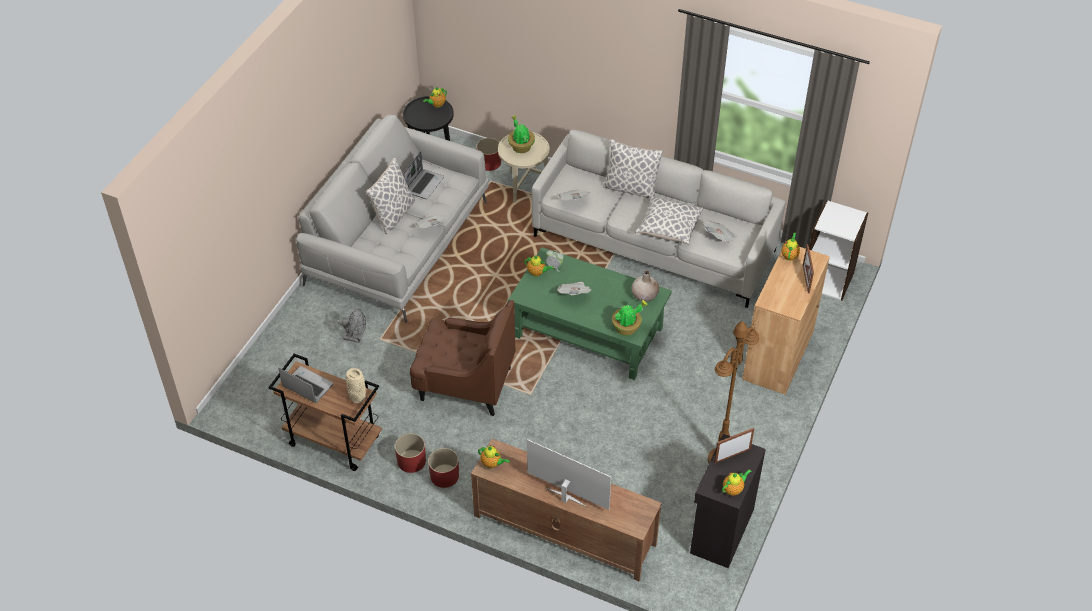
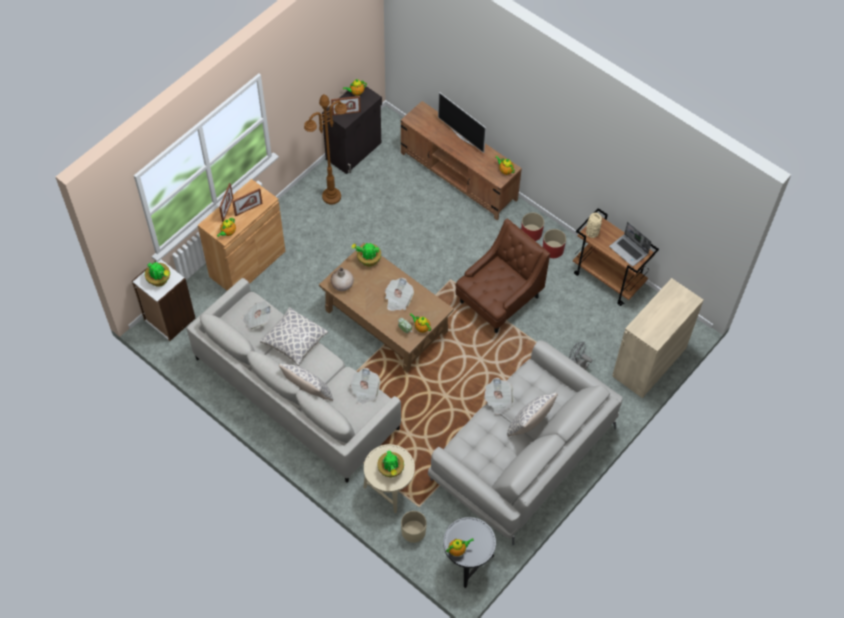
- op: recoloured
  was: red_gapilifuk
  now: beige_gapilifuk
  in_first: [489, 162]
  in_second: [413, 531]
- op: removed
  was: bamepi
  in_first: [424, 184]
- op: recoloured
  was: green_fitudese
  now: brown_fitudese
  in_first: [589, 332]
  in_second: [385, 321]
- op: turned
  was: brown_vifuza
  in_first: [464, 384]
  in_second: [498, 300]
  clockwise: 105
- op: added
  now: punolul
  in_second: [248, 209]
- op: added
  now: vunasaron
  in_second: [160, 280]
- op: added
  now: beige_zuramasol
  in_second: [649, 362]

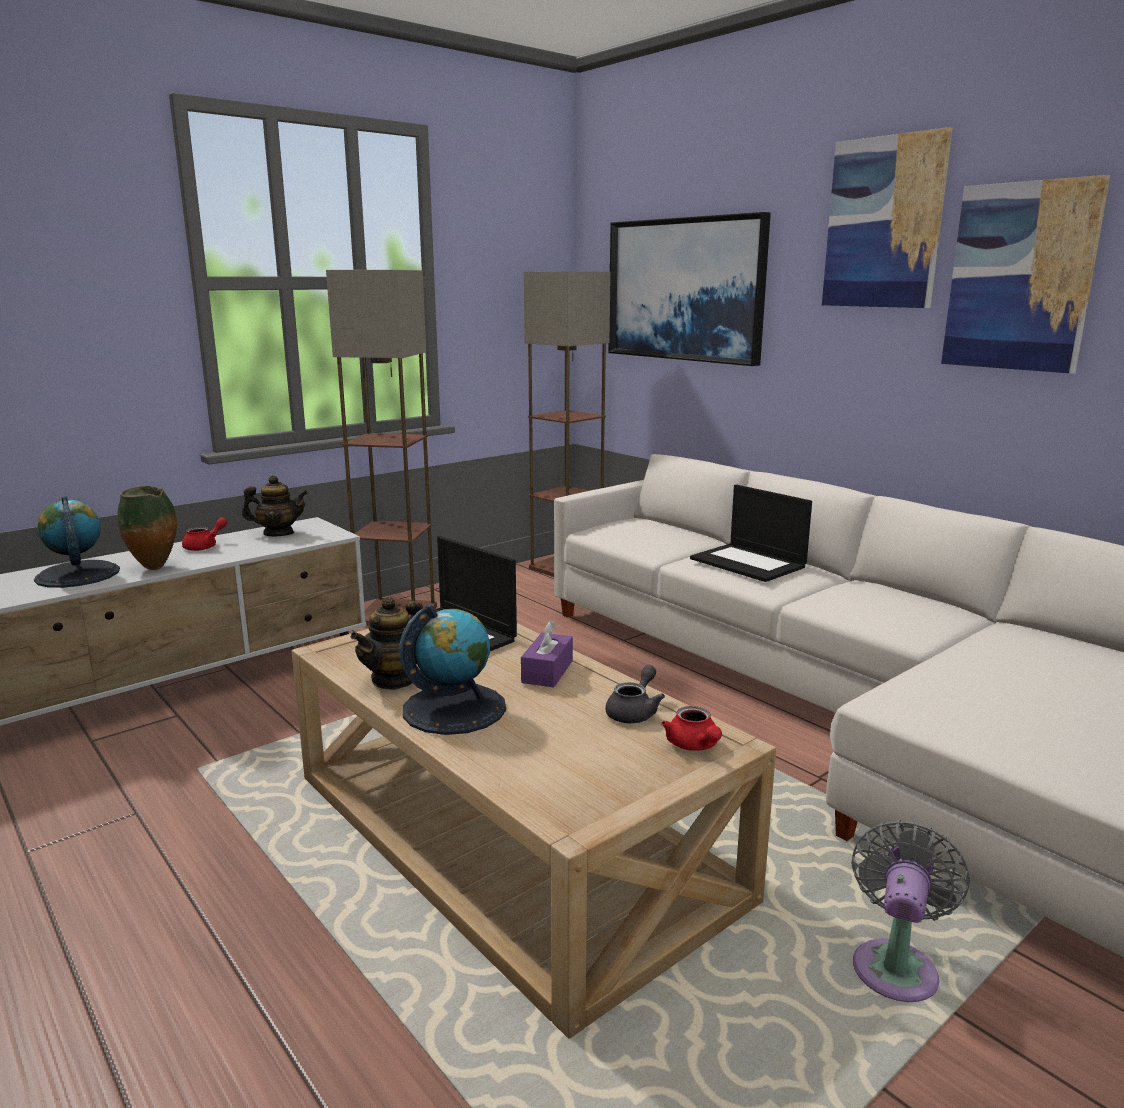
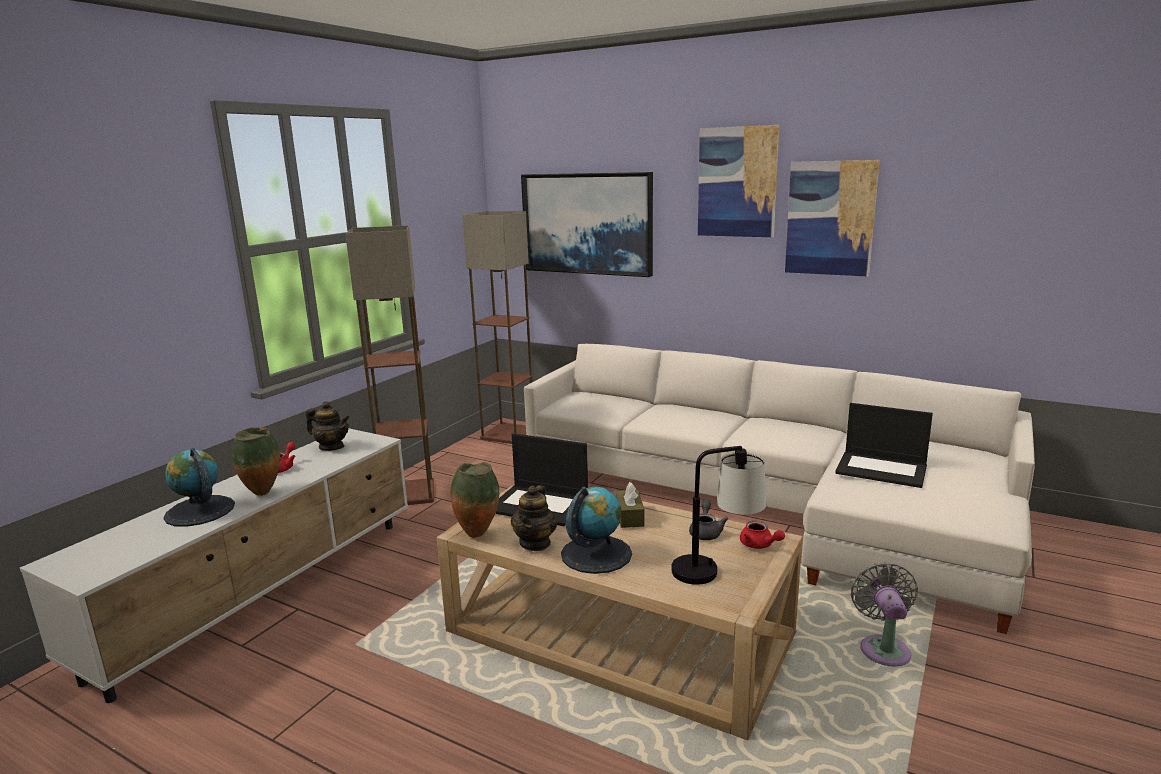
- op: turned
  was: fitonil
  in_first: [278, 533]
  in_second: [331, 447]
  clockwise: 45
- op: moved
  was: bamepi
  in_first: [749, 563]
  in_second: [882, 469]
- op: recoloured
  was: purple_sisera
  now: brown_sisera
  in_first: [547, 672]
  in_second: [629, 516]
- op: added
  now: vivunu
  in_second: [716, 570]
- op: added
  now: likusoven
  in_second: [477, 534]

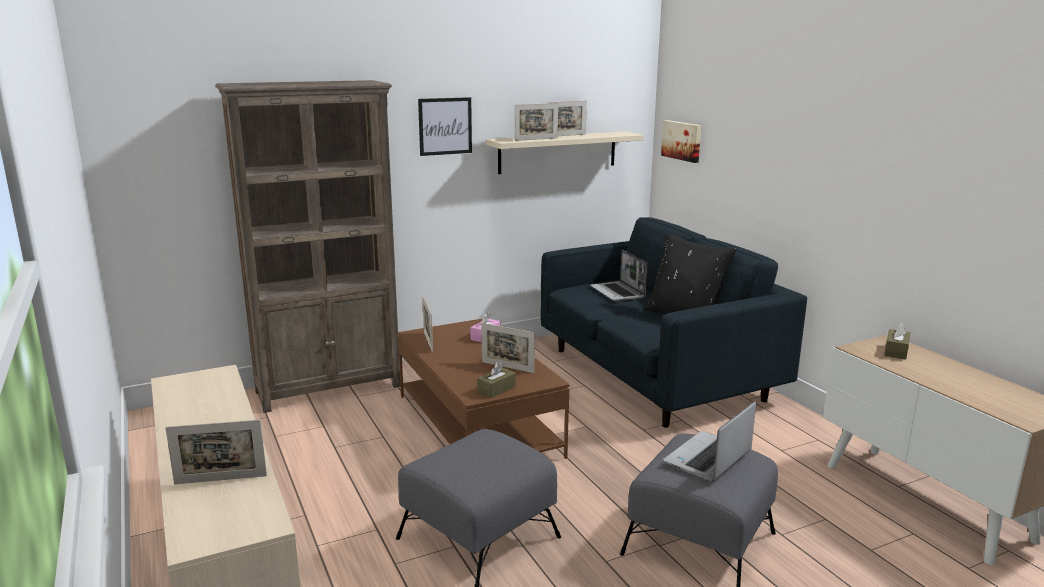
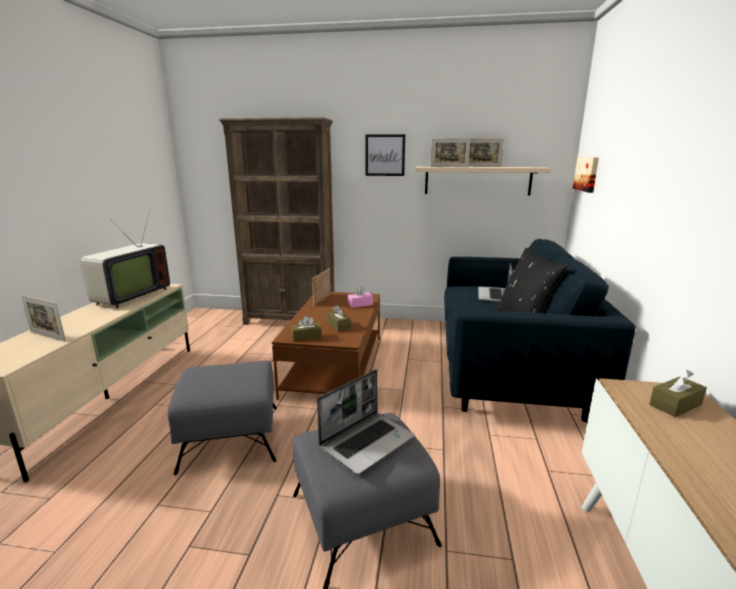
- op: replaced
  was: punolul
  now: brown_sisera
  in_first: [507, 367]
  in_second: [339, 325]
- op: turned
  was: bamepi
  in_first: [708, 459]
  in_second: [367, 442]
  clockwise: 150
- op: added
  now: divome
  in_second: [129, 296]

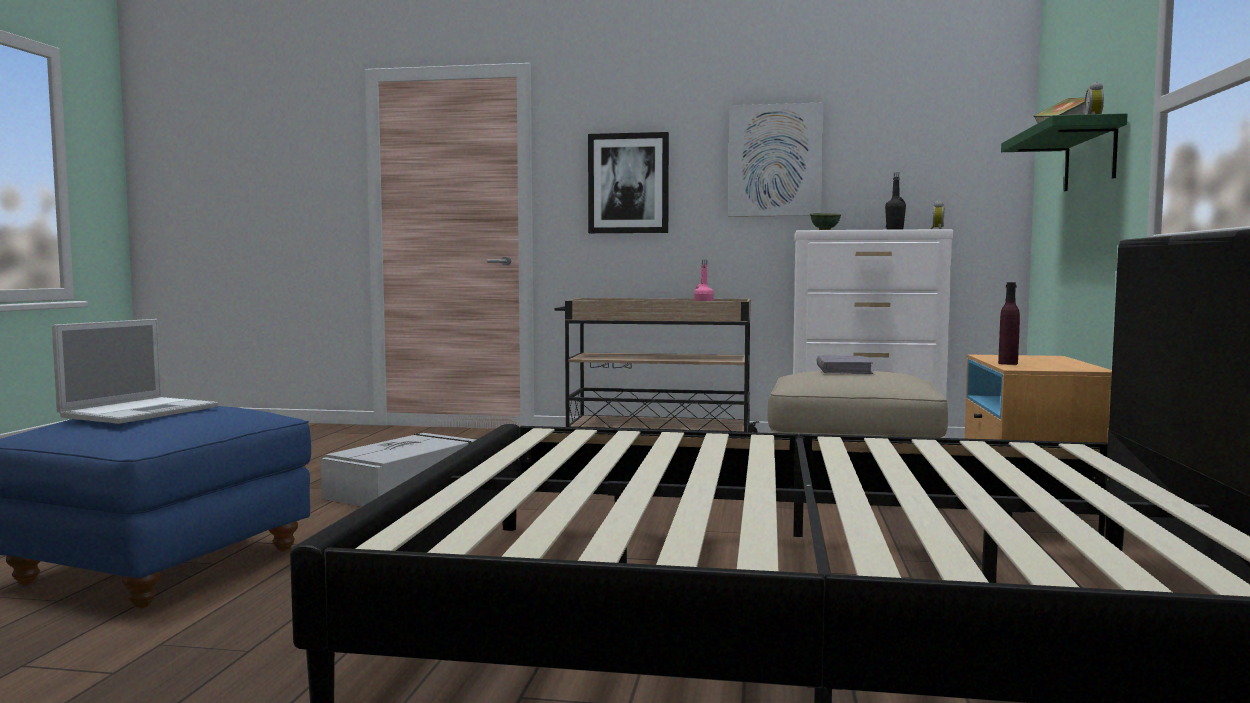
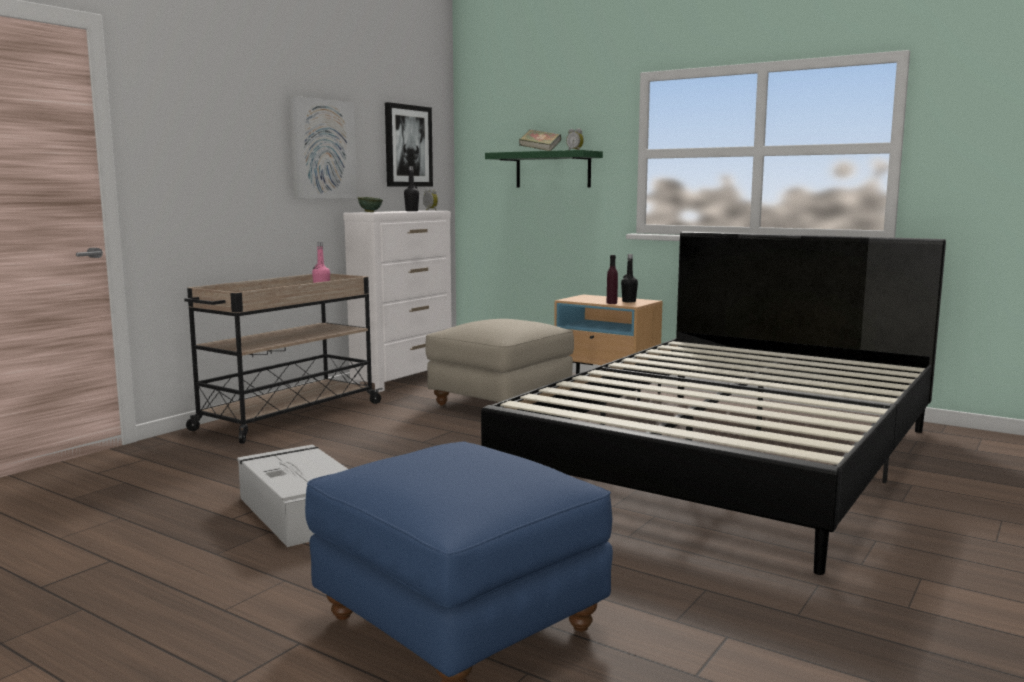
- op: moved
  was: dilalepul
  in_first: [628, 183]
  in_second: [408, 146]
- op: removed
  was: bamepi
  in_first: [142, 411]
- op: removed
  was: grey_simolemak
  in_first: [843, 369]
- op: added
  now: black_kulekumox
  in_second: [629, 301]

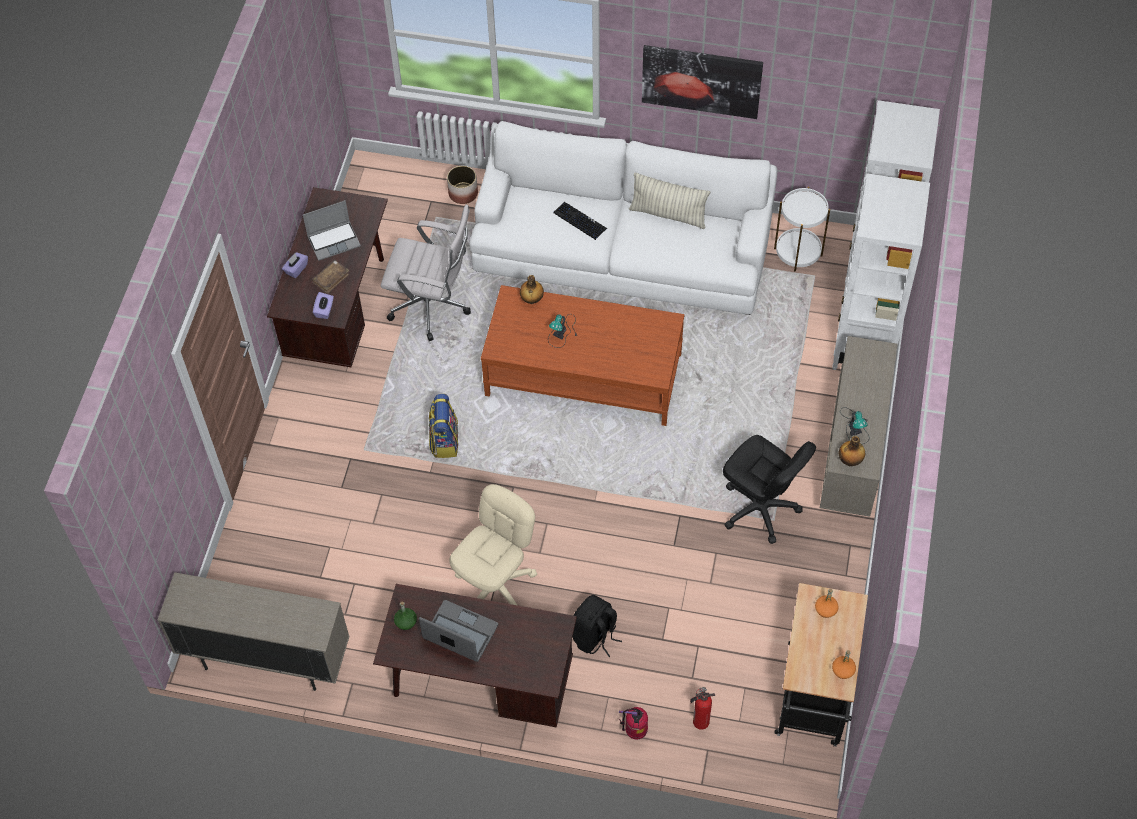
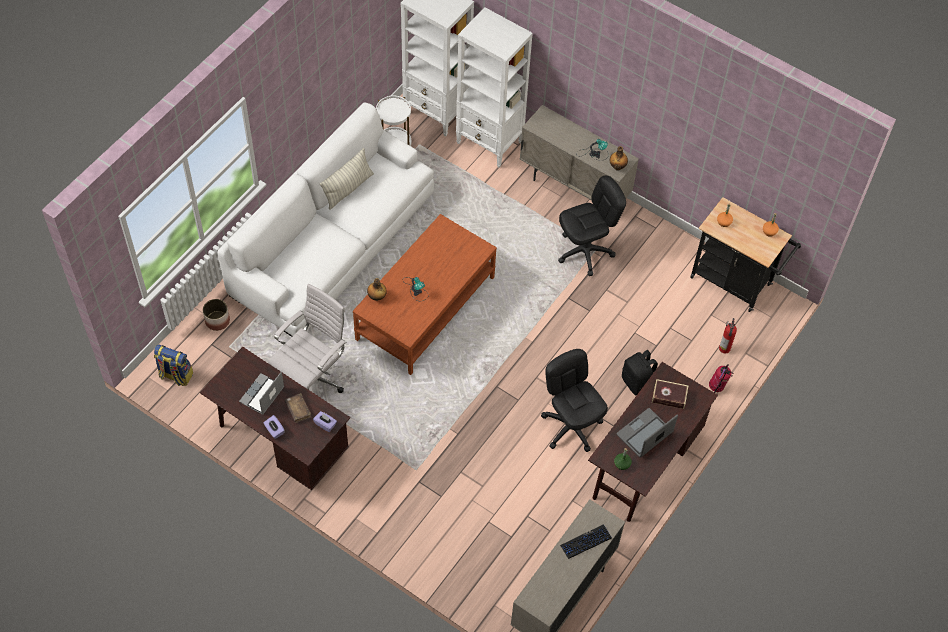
- op: removed
  was: dilalepul
  in_first: [701, 80]
- op: turned
  was: bamepi
  in_first: [334, 241]
  in_second: [262, 395]
  clockwise: -150
- op: moved
  was: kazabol
  in_first: [580, 221]
  in_second: [585, 542]
- op: moved
  was: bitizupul
  in_first: [444, 441]
  in_second: [175, 375]
- op: recoloured
  was: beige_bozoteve
  now: black_bozoteve
  in_first: [496, 586]
  in_second: [571, 426]
- op: added
  now: simolemak
  in_second: [669, 396]

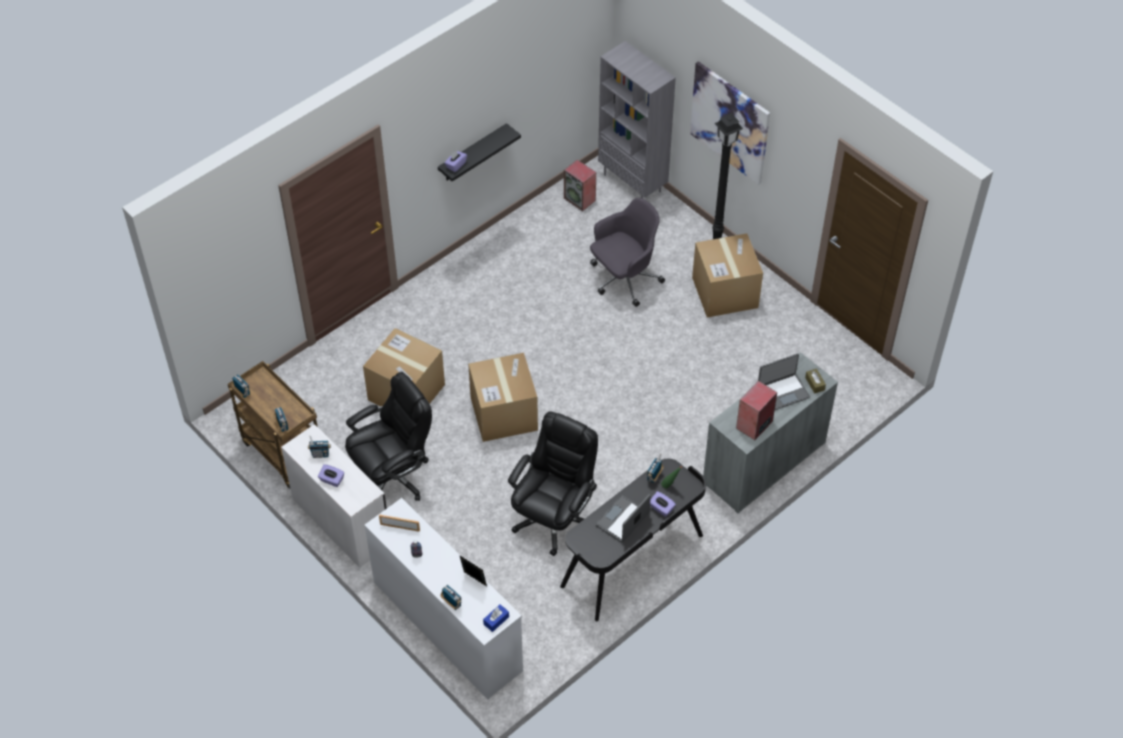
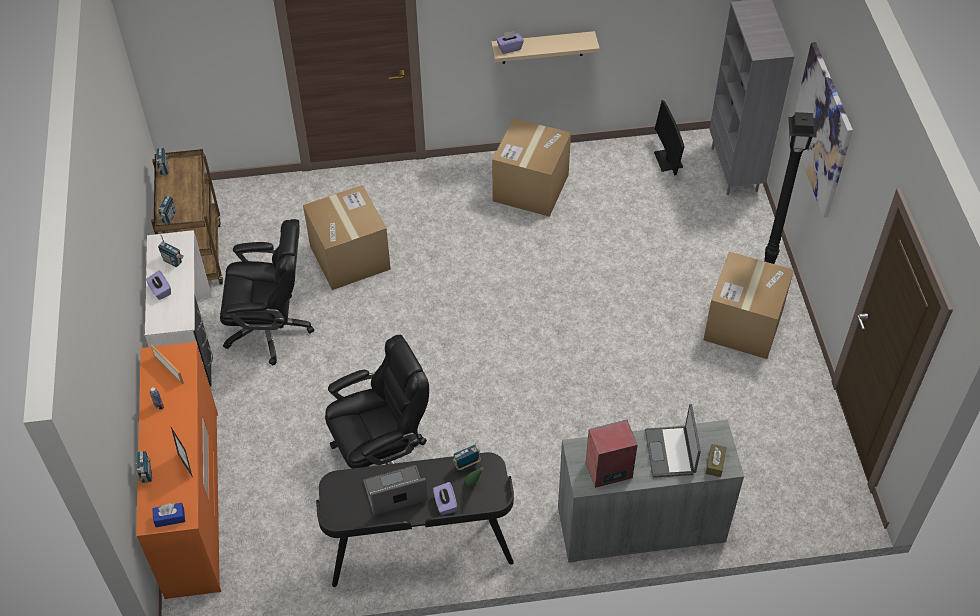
- op: recoloured
  was: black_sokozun
  now: beige_sokozun
  in_first: [472, 153]
  in_second: [542, 47]
- op: replaced
  was: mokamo
  now: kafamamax
  in_first: [580, 199]
  in_second: [668, 160]
- op: removed
  was: grey_bozoteve
  in_first: [624, 279]
- op: moved
  was: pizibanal
  in_first: [504, 414]
  in_second: [530, 188]
- op: turned
  was: bamepi
  in_first: [783, 392]
  in_second: [671, 452]
  clockwise: 75
- op: recoloured
  was: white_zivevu
  now: orange_zivevu
  in_first: [447, 626]
  in_second: [192, 501]

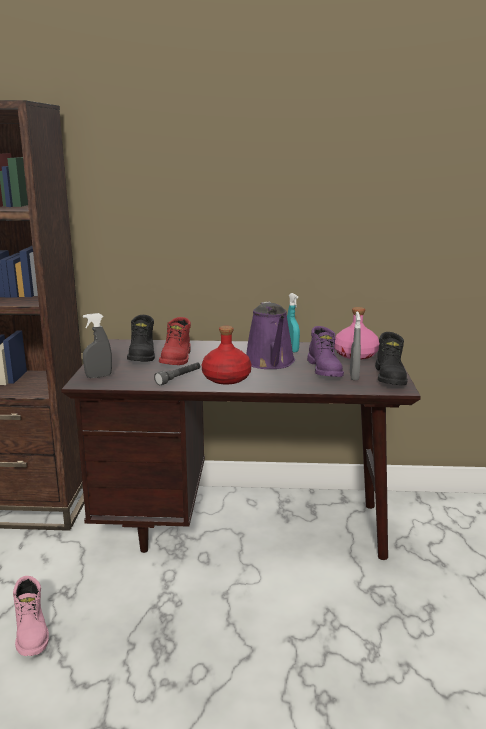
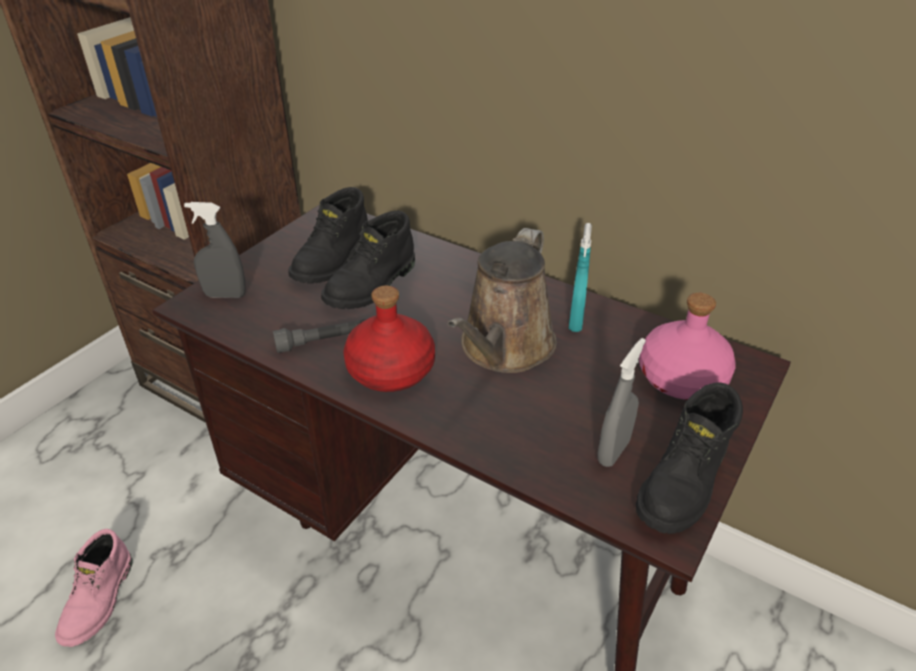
- op: recoloured
  was: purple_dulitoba
  now: brown_dulitoba
  in_first: [270, 363]
  in_second: [504, 348]
- op: recoloured
  was: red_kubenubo
  now: black_kubenubo
  in_first: [177, 358]
  in_second: [372, 285]
- op: removed
  was: purple_kubenubo
  in_first: [325, 370]

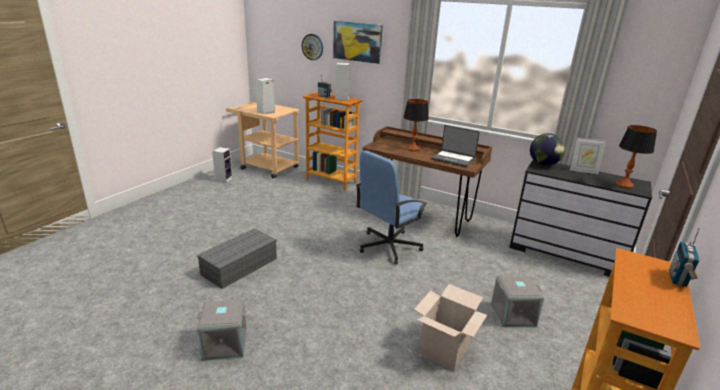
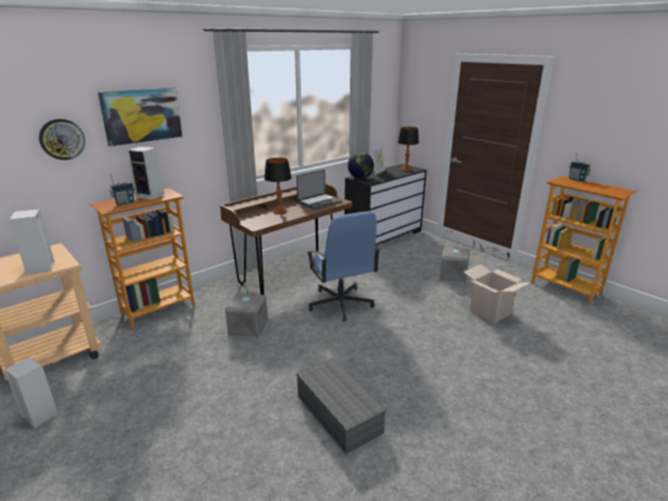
- op: moved
  was: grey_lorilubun
  in_first: [225, 343]
  in_second: [248, 328]

